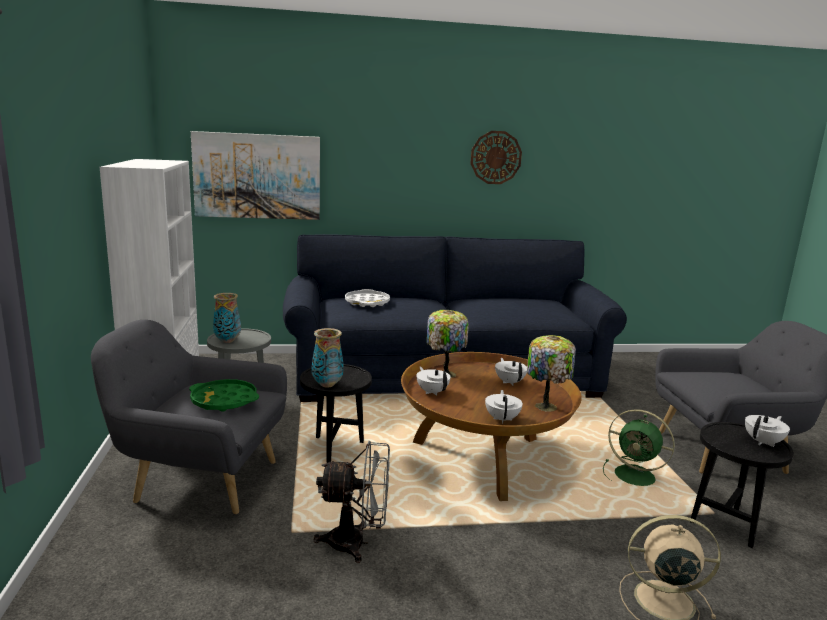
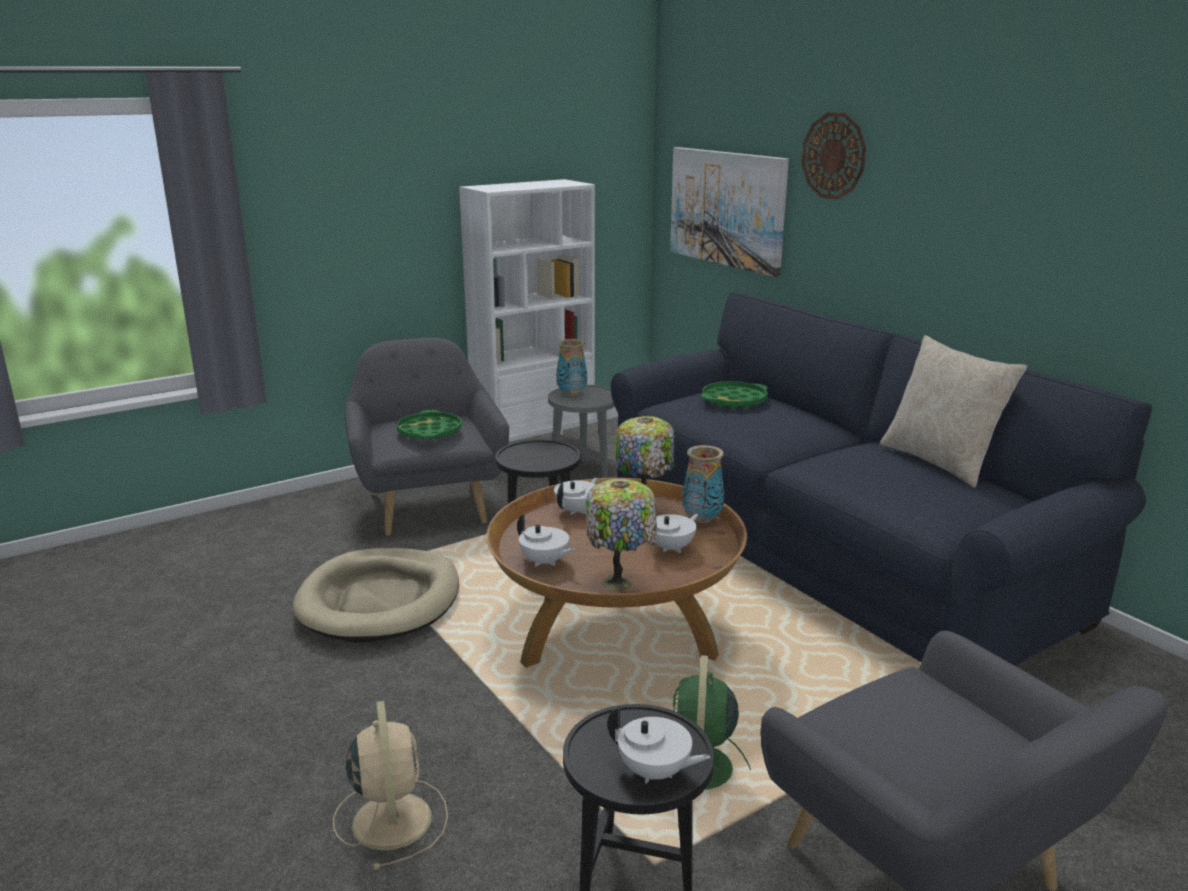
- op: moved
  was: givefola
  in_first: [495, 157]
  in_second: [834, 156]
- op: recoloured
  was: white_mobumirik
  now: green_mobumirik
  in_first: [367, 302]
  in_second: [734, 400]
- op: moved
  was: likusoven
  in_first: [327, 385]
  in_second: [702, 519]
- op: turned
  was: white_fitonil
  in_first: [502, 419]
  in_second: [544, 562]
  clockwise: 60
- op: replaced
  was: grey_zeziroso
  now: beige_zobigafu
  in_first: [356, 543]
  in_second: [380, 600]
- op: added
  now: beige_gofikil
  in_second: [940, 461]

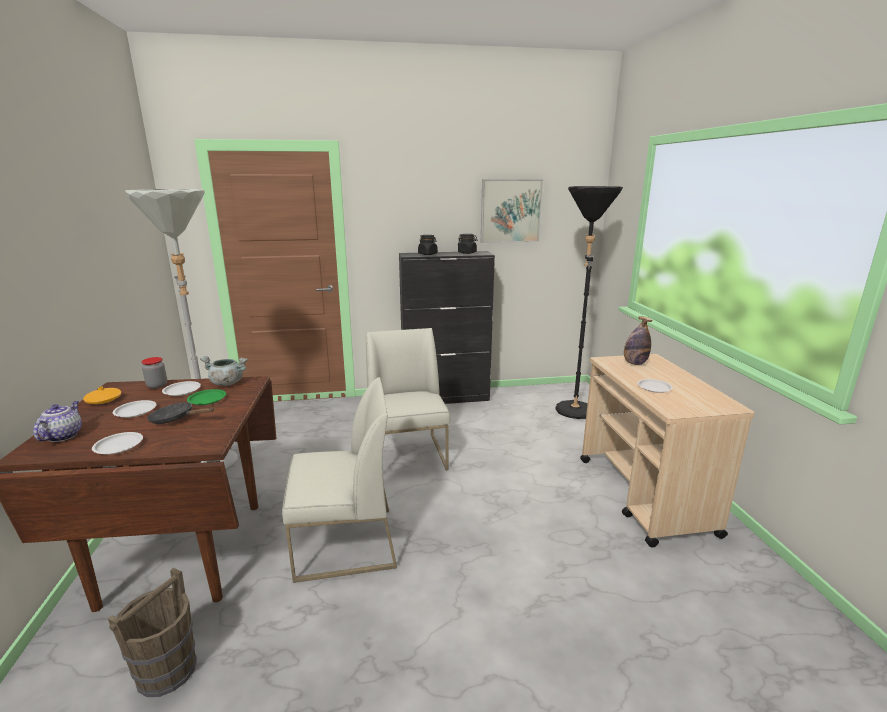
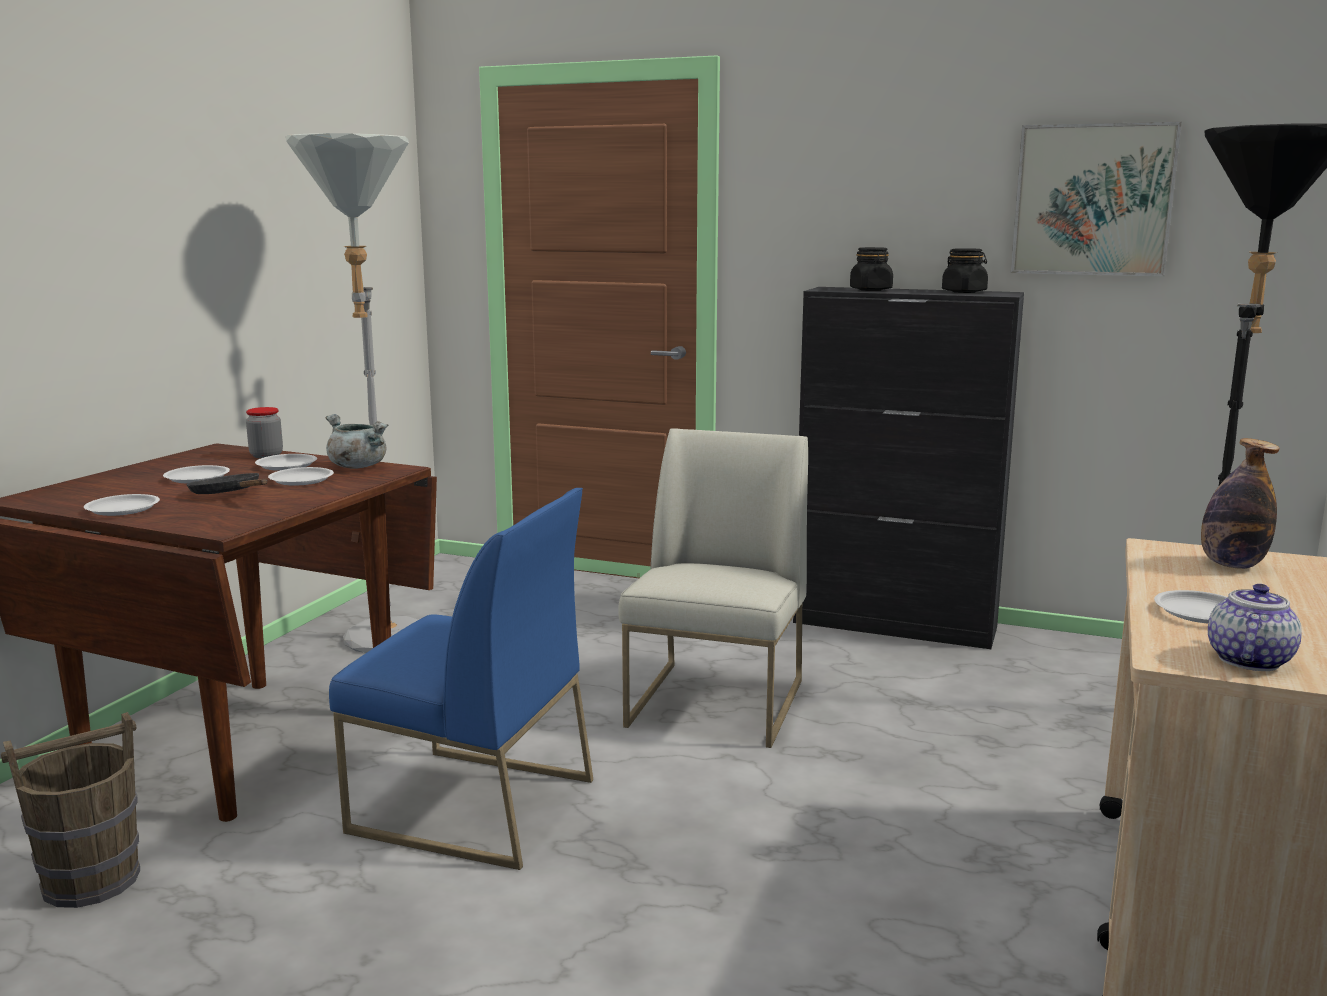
- op: recoloured
  was: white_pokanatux
  now: blue_pokanatux
  in_first: [344, 544]
  in_second: [470, 806]
- op: removed
  was: orange_likusoven
  in_first: [103, 400]
- op: recoloured
  was: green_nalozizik
  now: white_nalozizik
  in_first: [207, 399]
  in_second: [301, 480]
- op: moved
  was: fitonil
  in_first: [63, 436]
  in_second: [1248, 659]

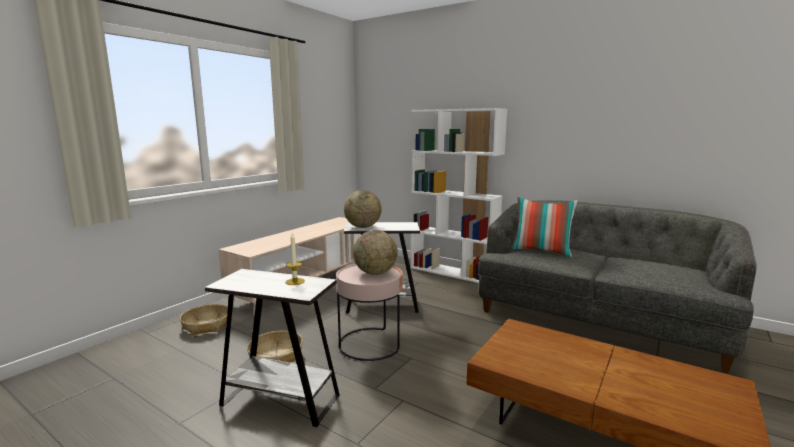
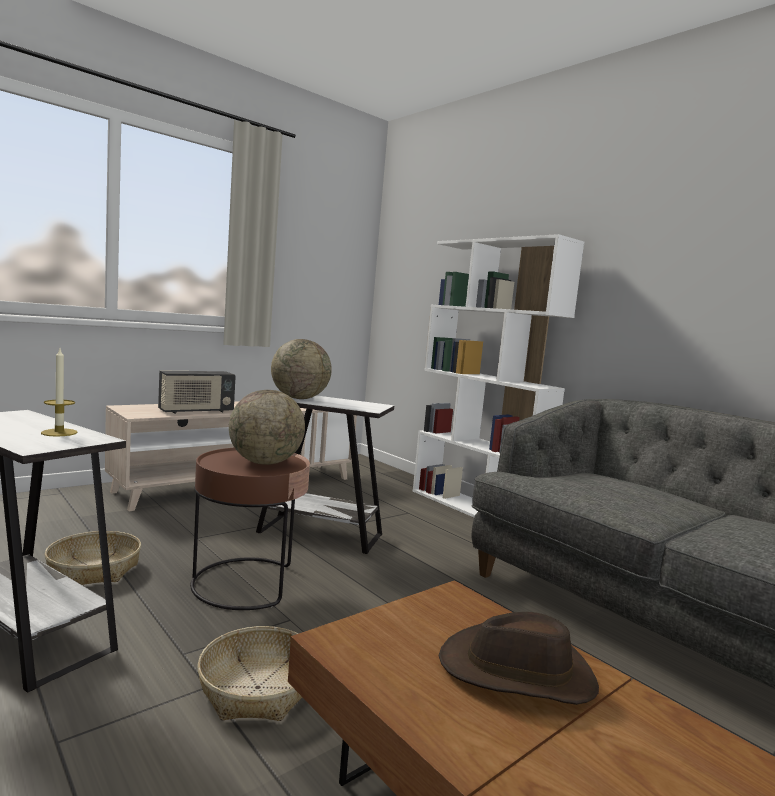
- op: removed
  was: gofikil
  in_first: [542, 251]
- op: recoloured
  was: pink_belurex
  now: brown_belurex
  in_first: [370, 344]
  in_second: [246, 583]
- op: moved
  was: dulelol
  in_first: [206, 325]
  in_second: [257, 688]
- op: added
  now: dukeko
  in_second: [196, 411]
- op: added
  now: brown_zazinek
  in_second: [518, 672]

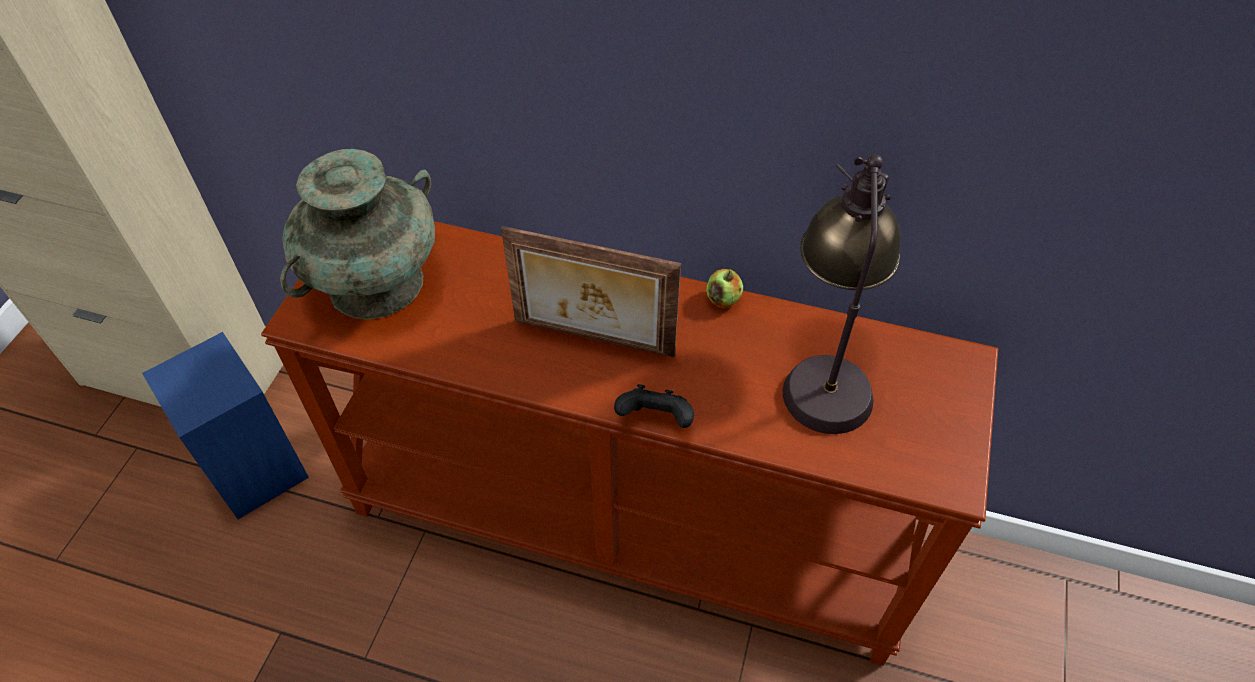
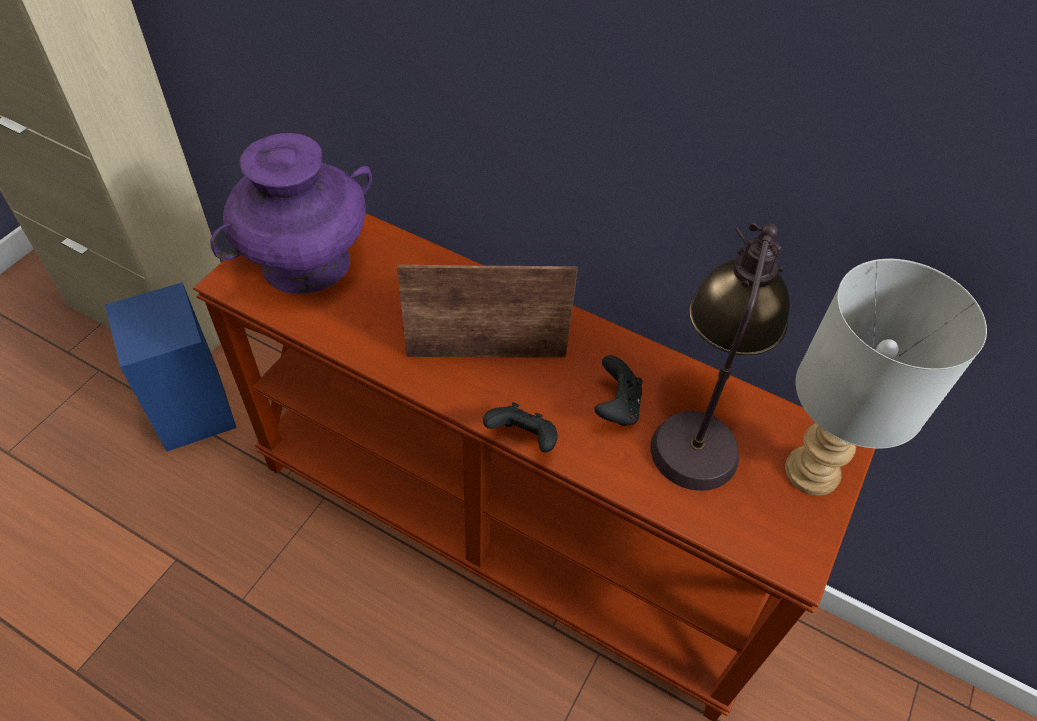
- op: recoloured
  was: turquoise_likusoven
  now: purple_likusoven
  in_first: [377, 283]
  in_second: [307, 262]
- op: turned
  was: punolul
  in_first: [593, 340]
  in_second: [486, 353]
  clockwise: 150
- op: removed
  was: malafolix
  in_first: [723, 299]
- op: added
  now: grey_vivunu
  in_second: [812, 470]
- op: added
  now: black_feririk
  in_second: [616, 407]

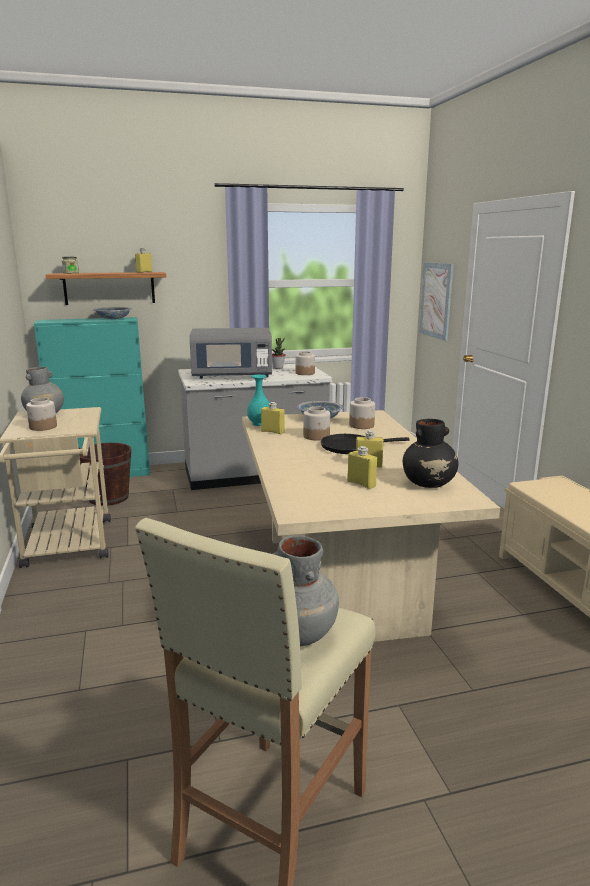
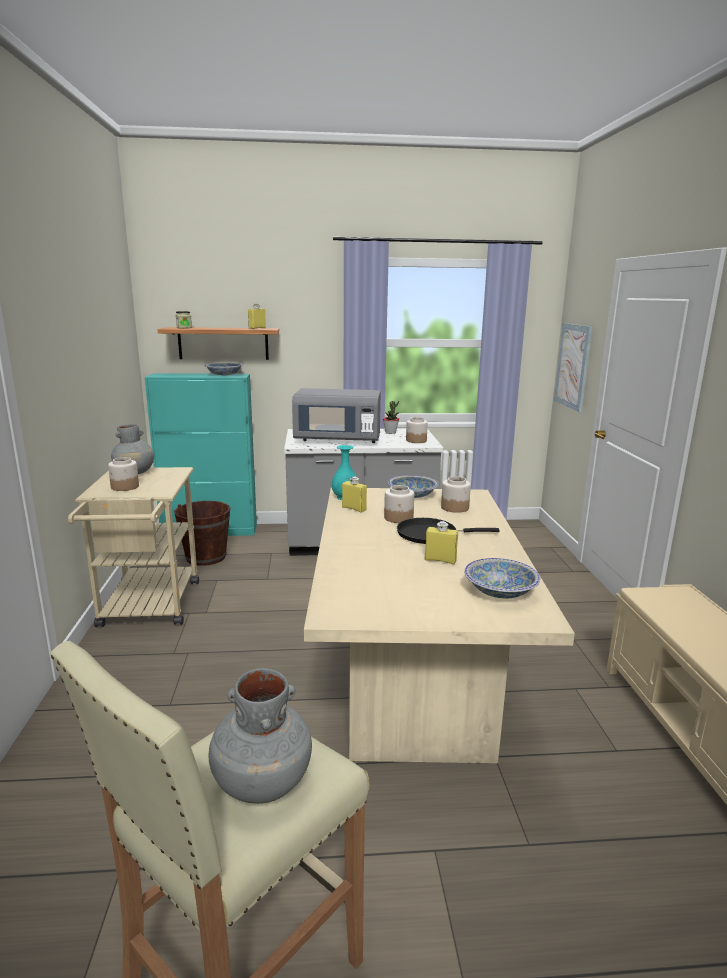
- op: replaced
  was: black_likusoven
  now: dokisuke
  in_first: [429, 484]
  in_second: [500, 591]
- op: removed
  was: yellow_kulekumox
  in_first: [361, 484]

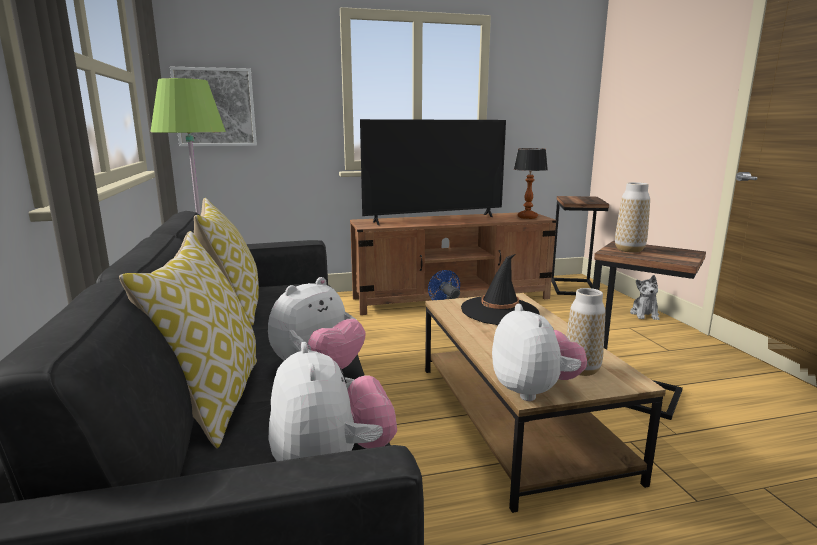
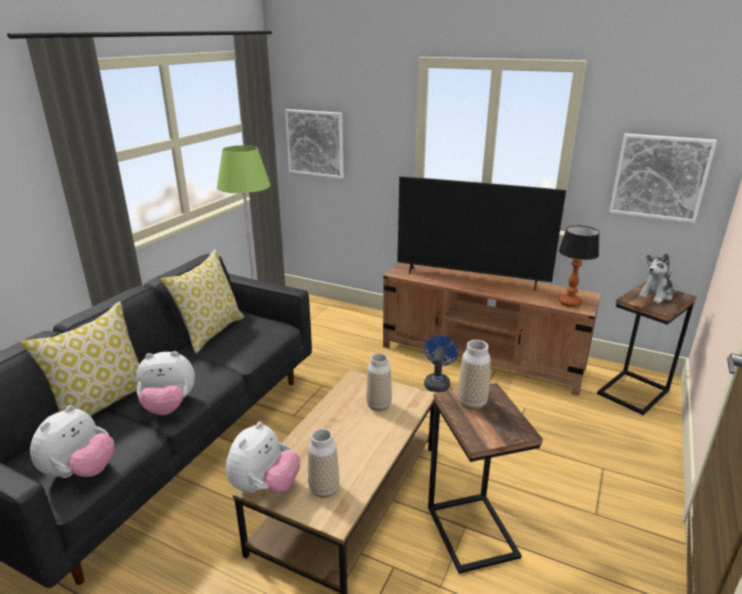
- op: replaced
  was: black_zazinek
  now: likusoven
  in_first: [499, 311]
  in_second: [378, 405]
- op: moved
  was: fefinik
  in_first: [644, 314]
  in_second: [655, 295]
- op: added
  now: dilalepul
  in_second: [659, 177]

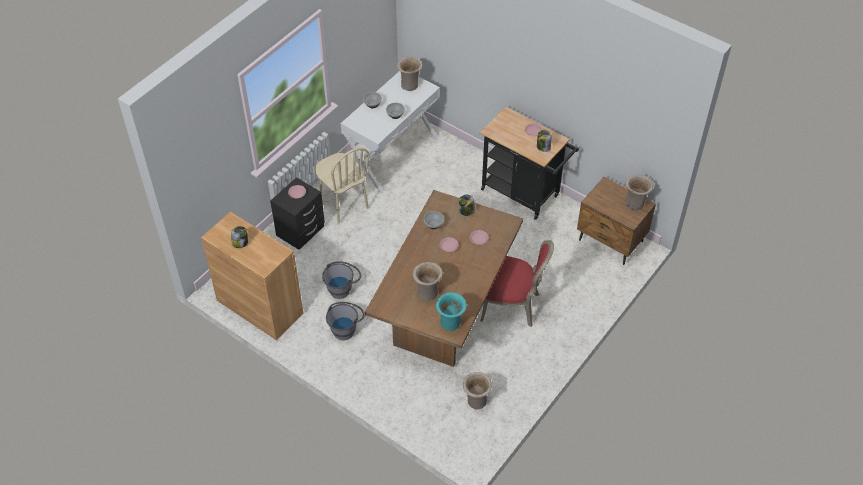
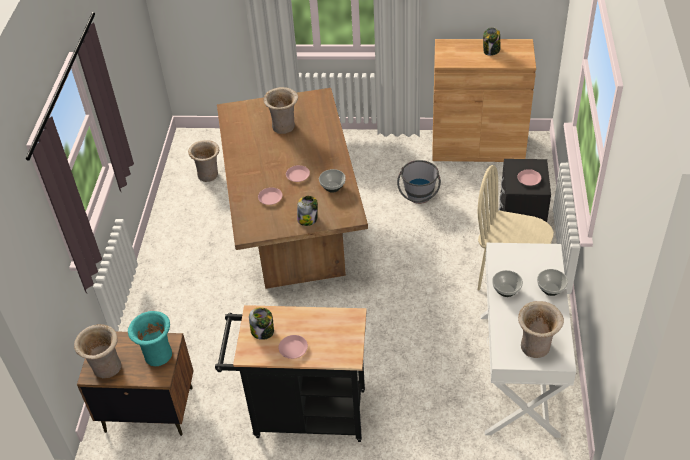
- op: removed
  was: red_pokanatux
  in_first: [513, 305]
- op: moved
  was: turquoise_likusoven
  in_first: [451, 323]
  in_second: [157, 355]
- op: removed
  was: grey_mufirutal
  in_first: [346, 328]

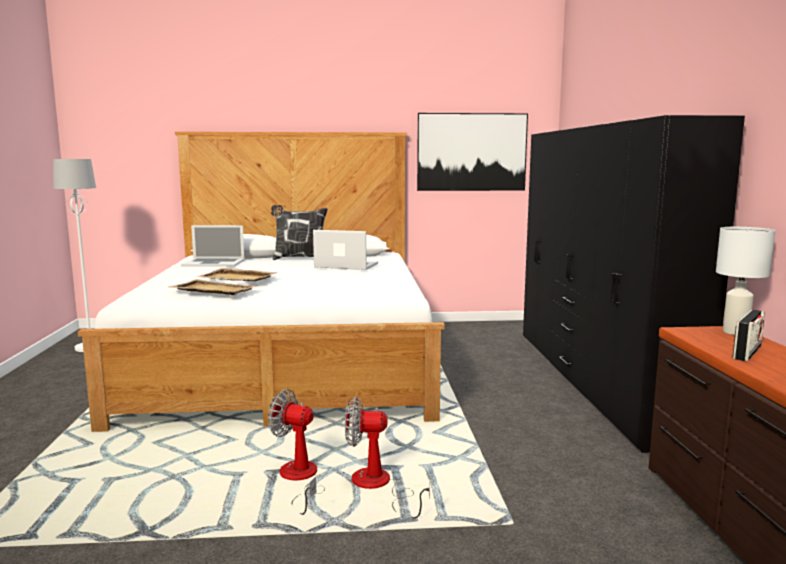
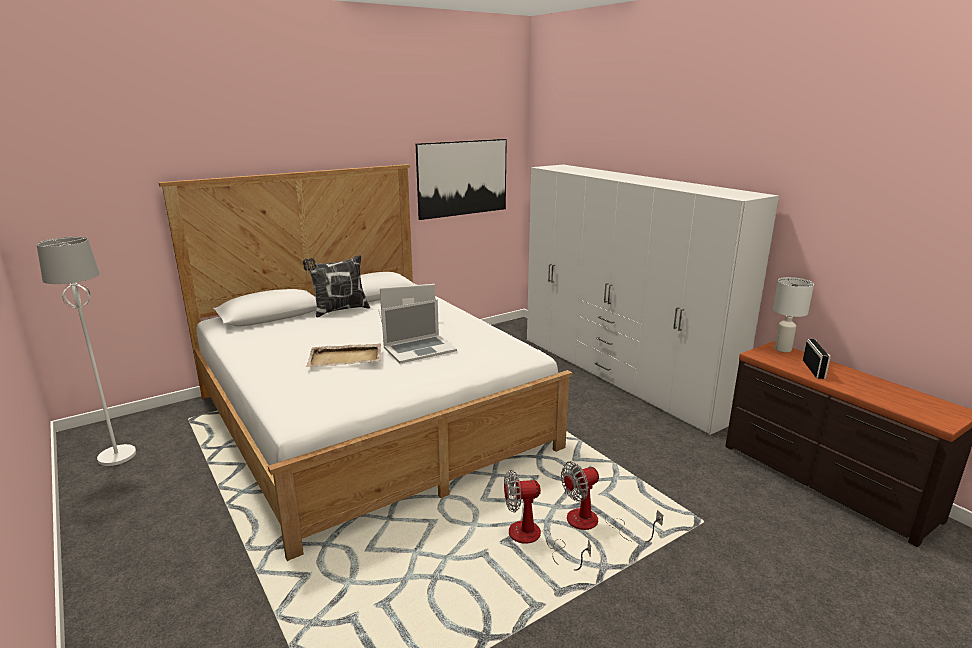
- op: recoloured
  was: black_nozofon
  now: white_nozofon
  in_first: [593, 380]
  in_second: [618, 375]
- op: moved
  was: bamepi
  in_first: [214, 263]
  in_second: [419, 349]
- op: removed
  was: beige_mobumirik
  in_first: [213, 290]

